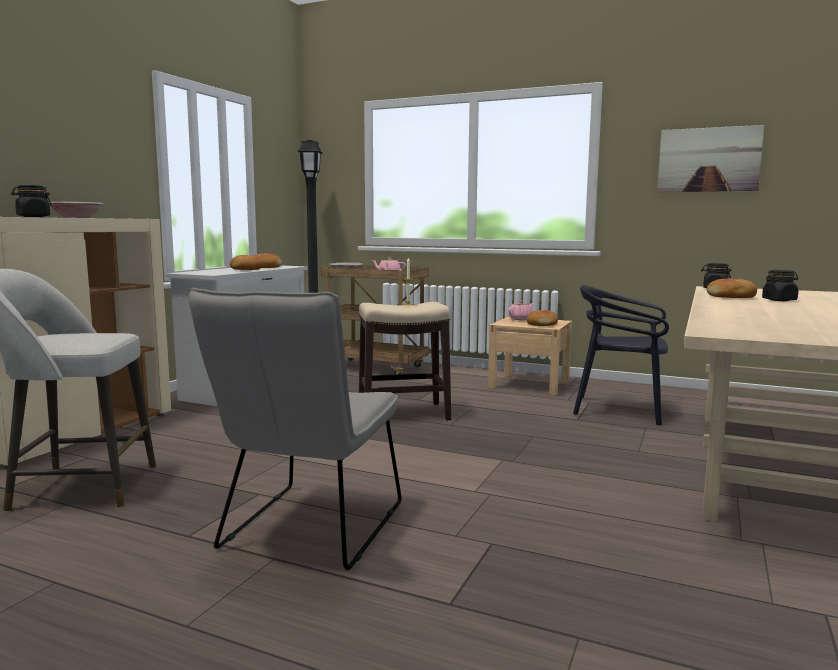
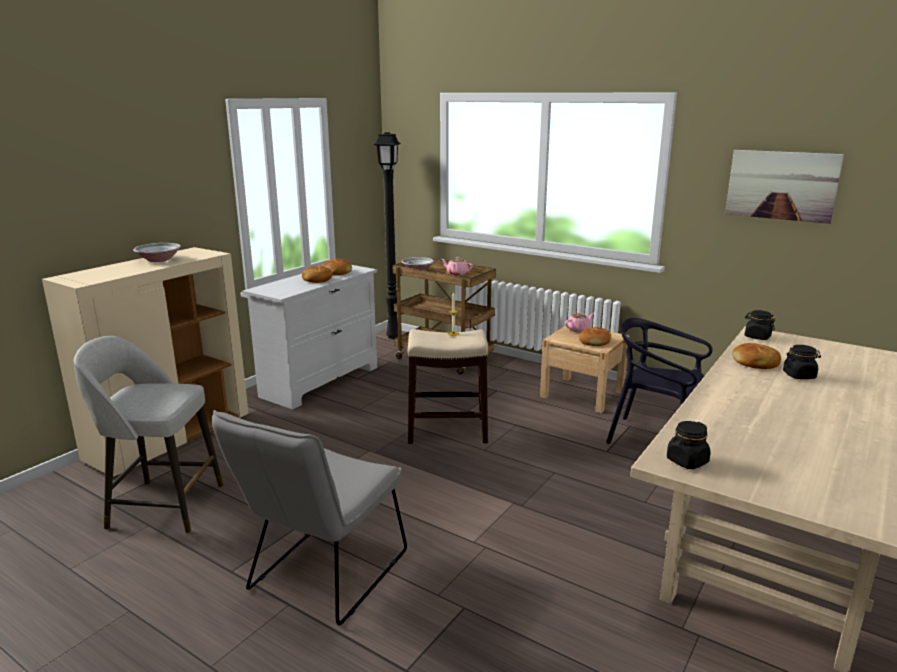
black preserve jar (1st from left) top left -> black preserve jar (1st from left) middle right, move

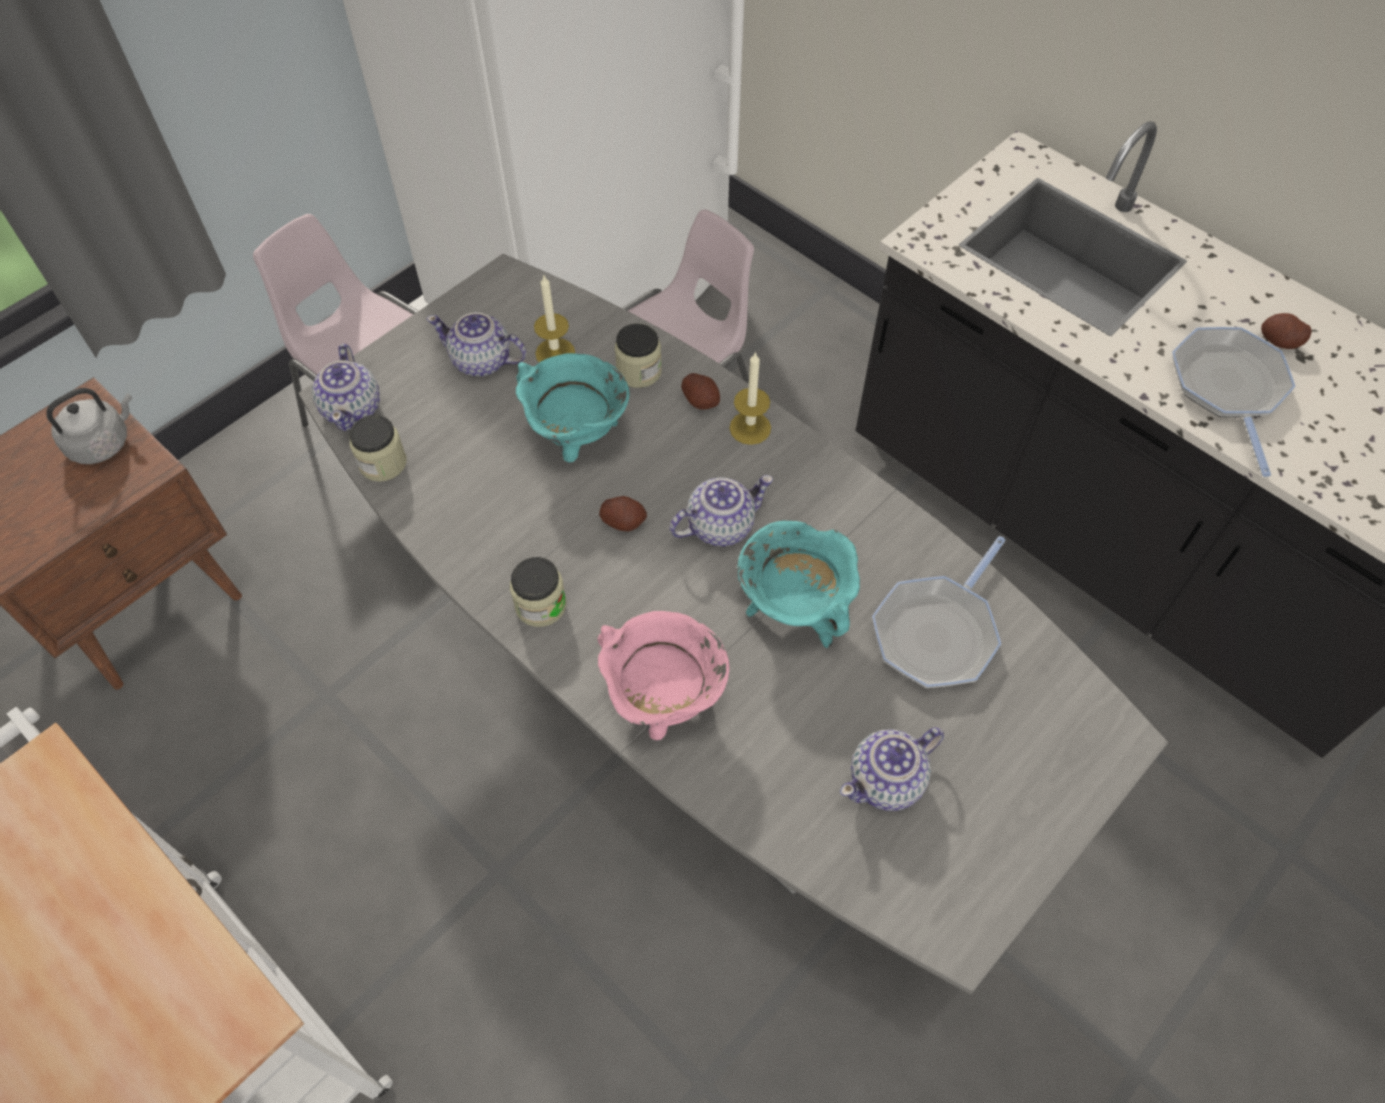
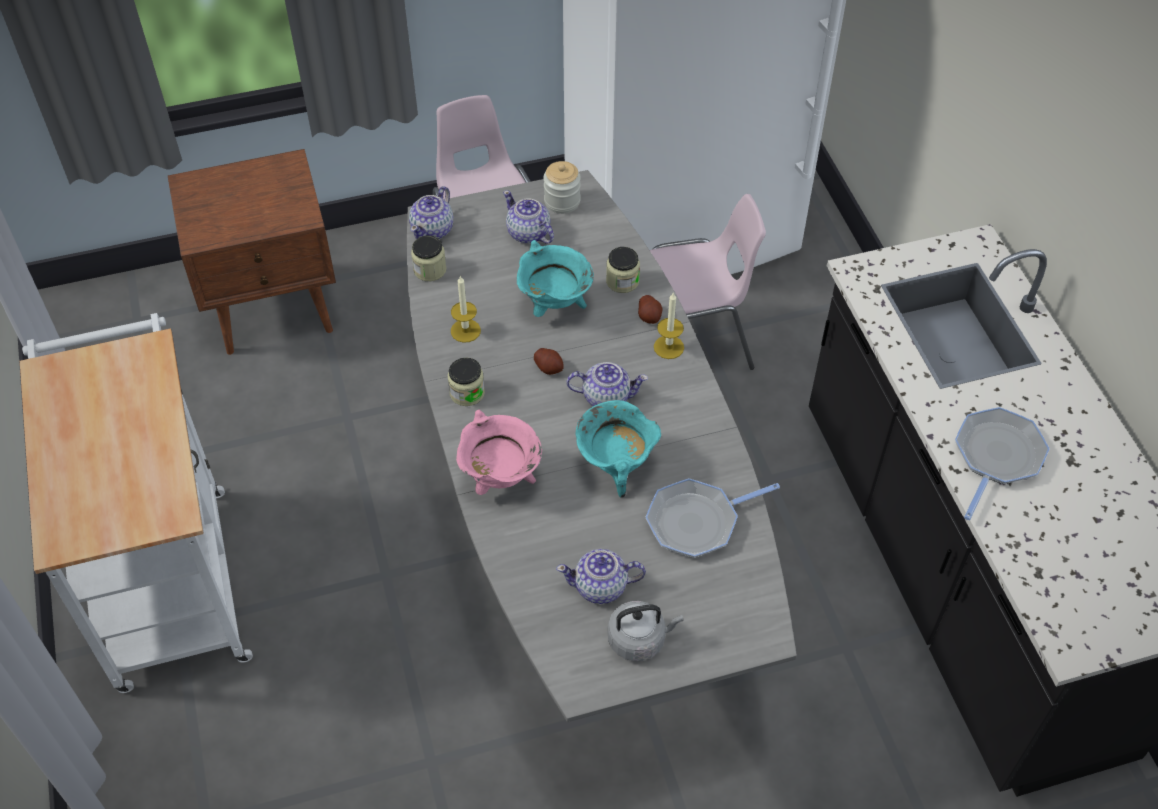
candle (1st from left) top centre -> candle (1st from left) centre, move
spud (3rd from left) top right -> none
gray kettle middle left -> gray kettle bottom centre, move
none -> preserve jar (3rd from left) top centre

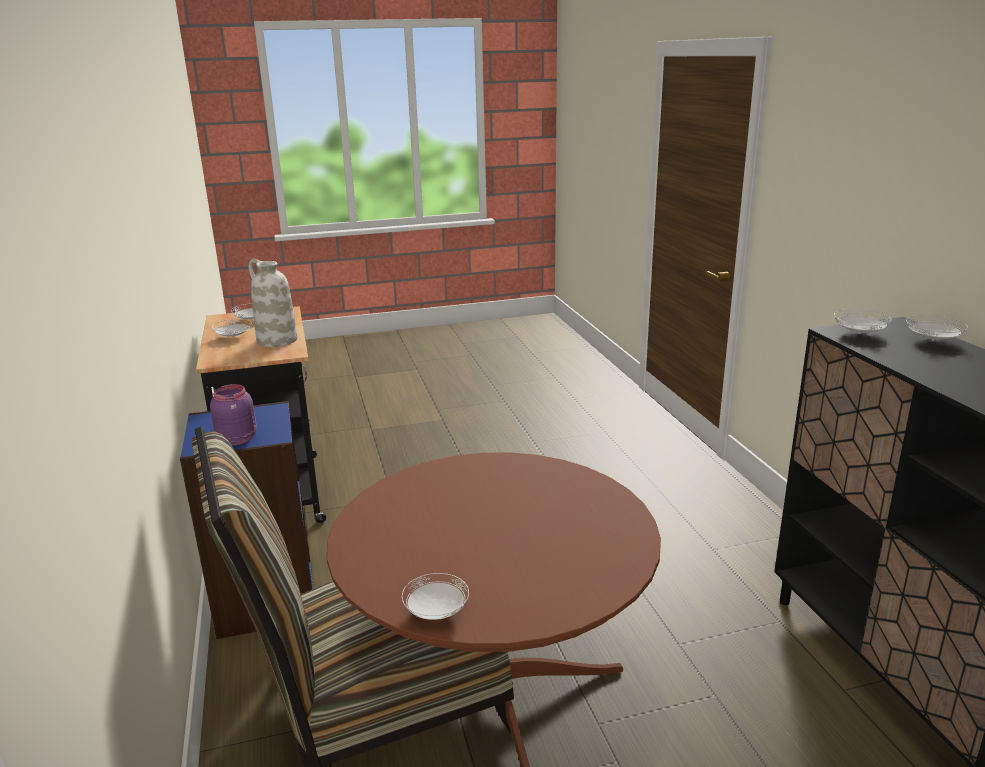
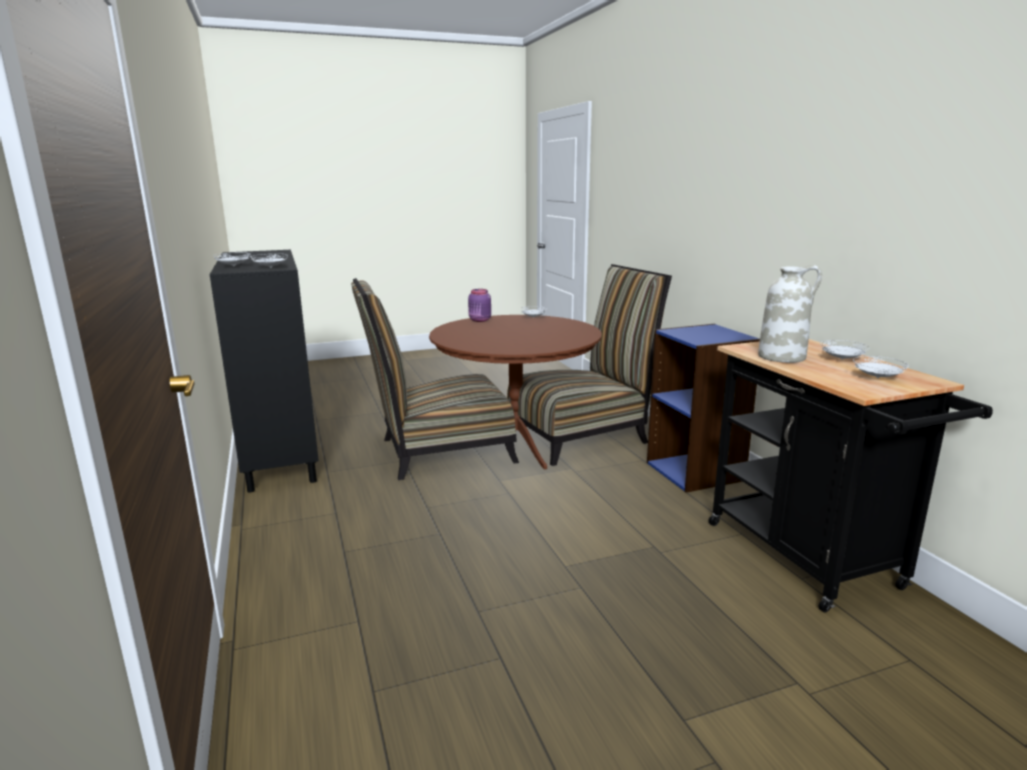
purple preserve jar middle left -> purple preserve jar centre, move
none -> plain chair (1st from left) centre

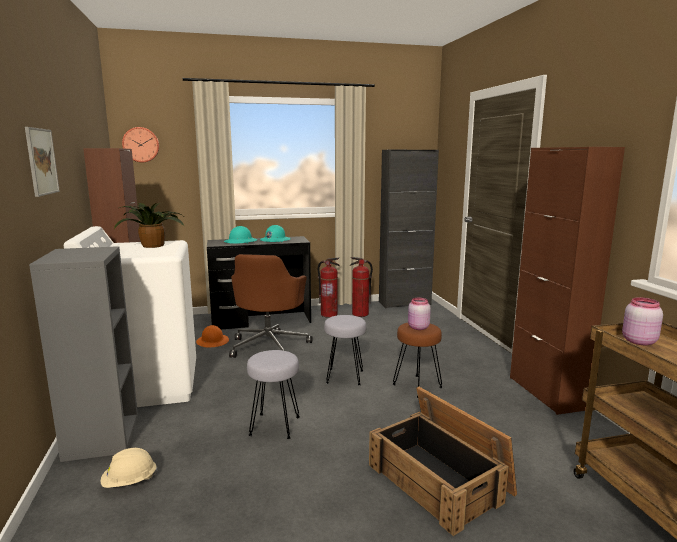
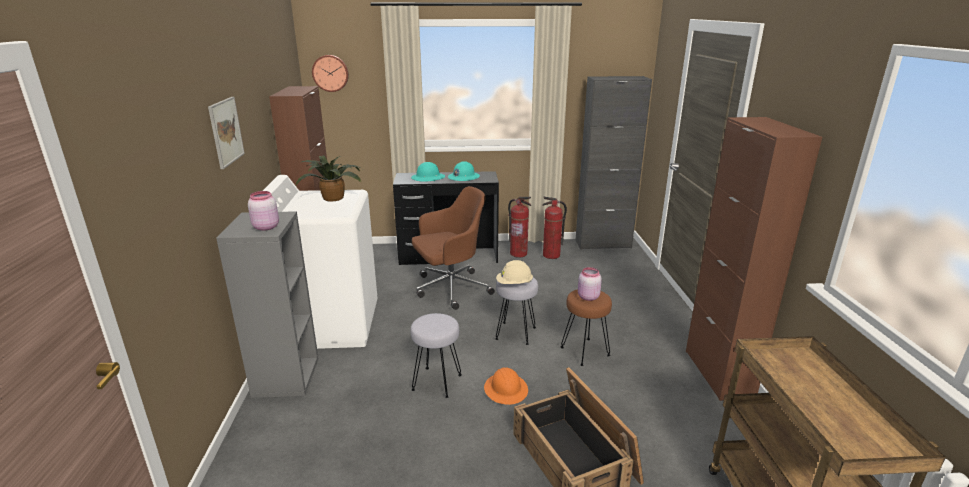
brown desk chair centre, 135 degrees counterclockwise
pink preserve jar (2nd from left in the first image) middle right -> pink preserve jar (1st from left) middle left, move
orange-coloured safety helmet middle left -> orange-coloured safety helmet bottom centre, move
beige-coloured safety helmet bottom left -> beige-coloured safety helmet centre, move

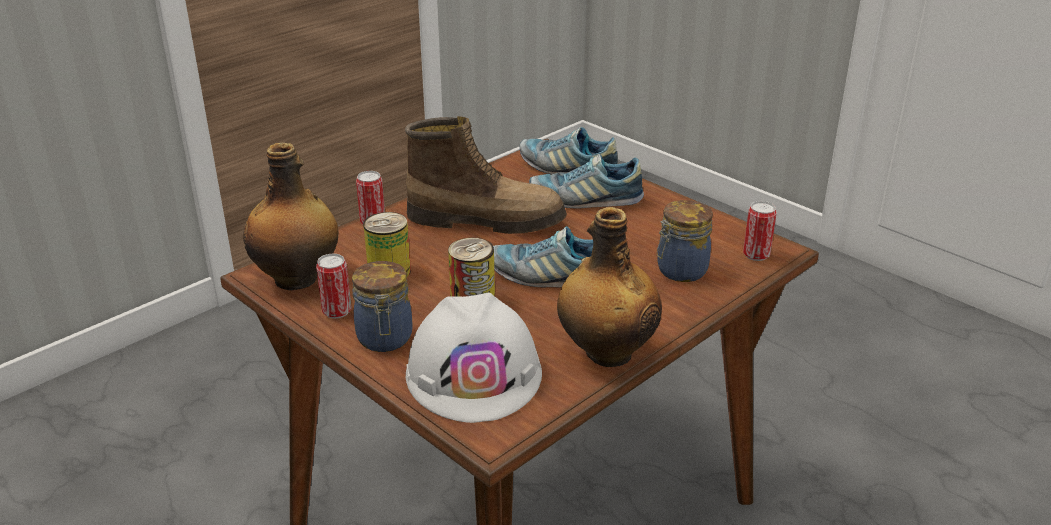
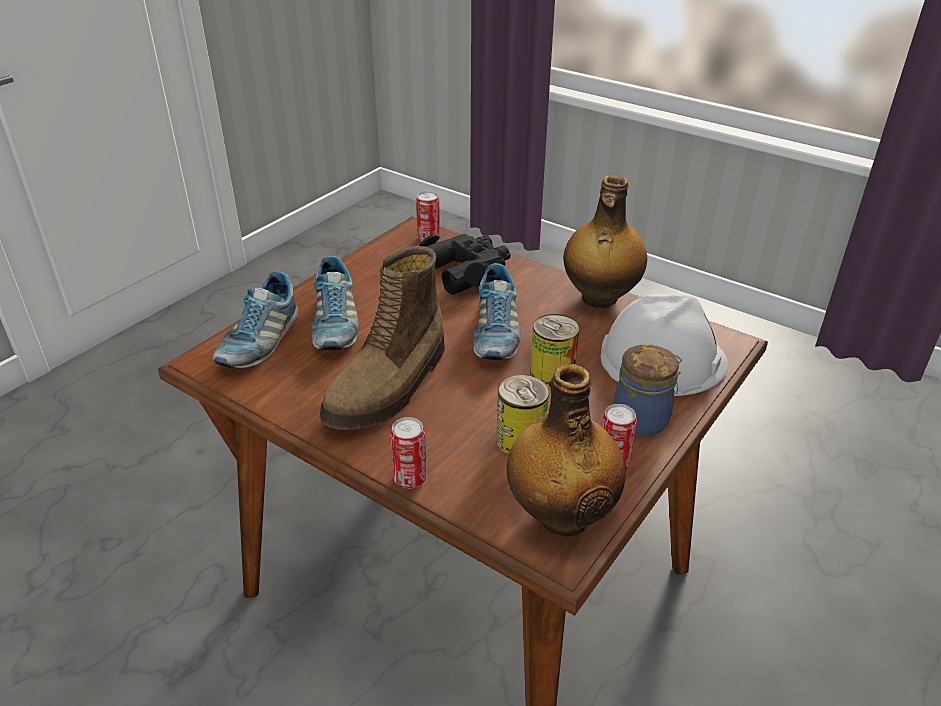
boot centre, 150 degrees counterclockwise
preserve jar (2nd from left) centre -> black pair of binoculars centre

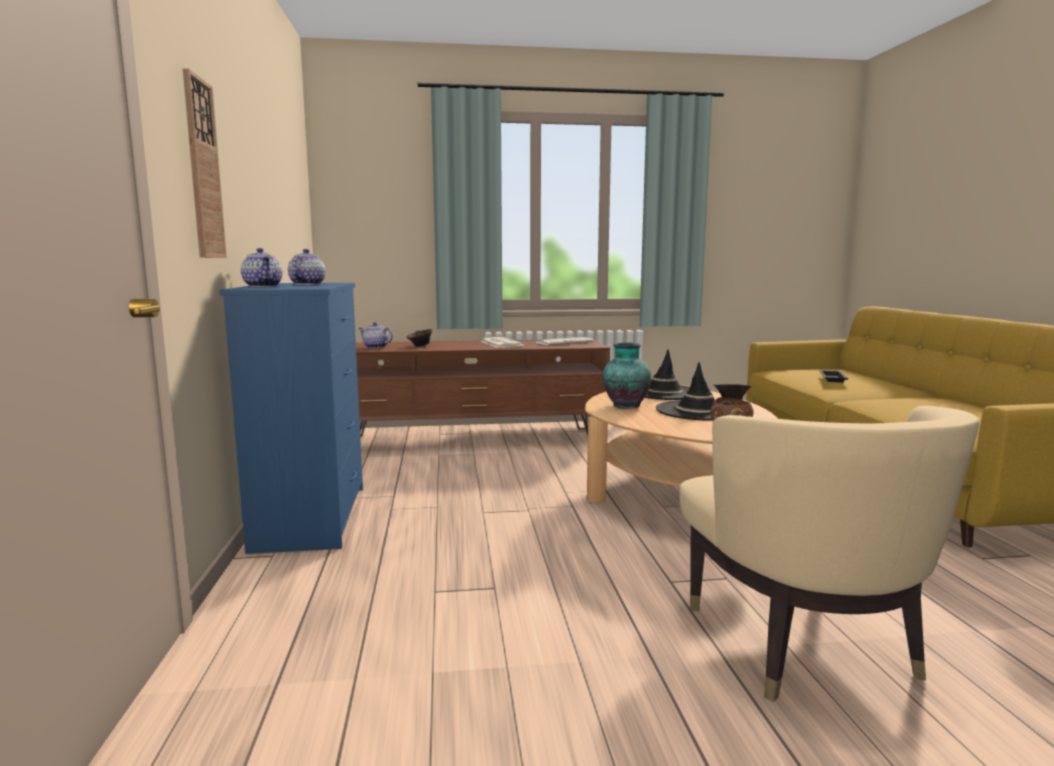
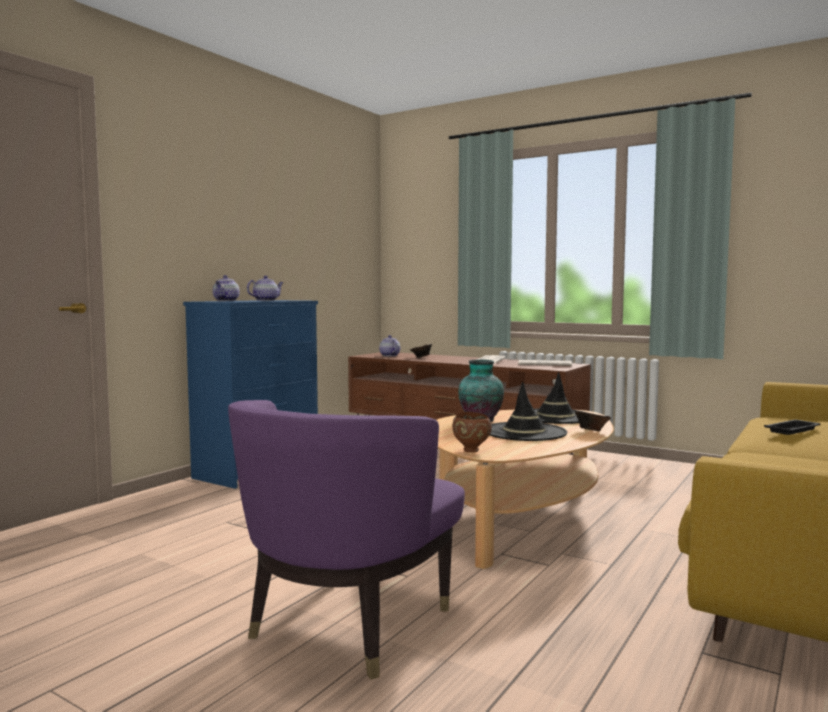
clock on the wall top left -> none
beige-coloured easy chair bottom right -> purple easy chair bottom centre

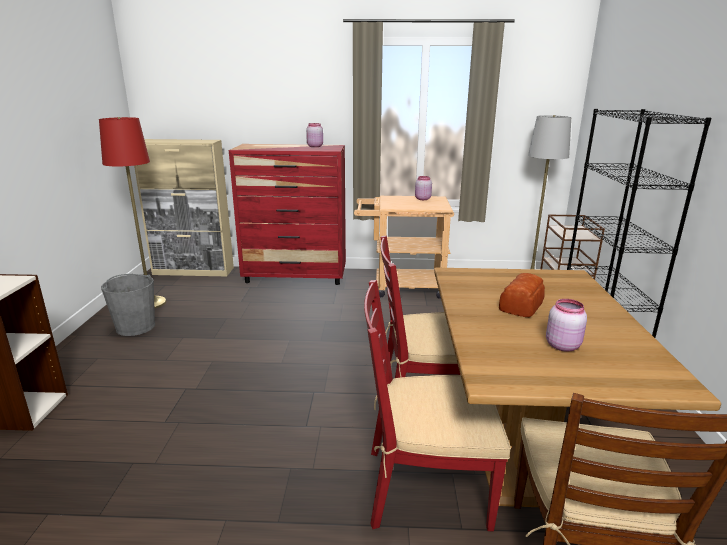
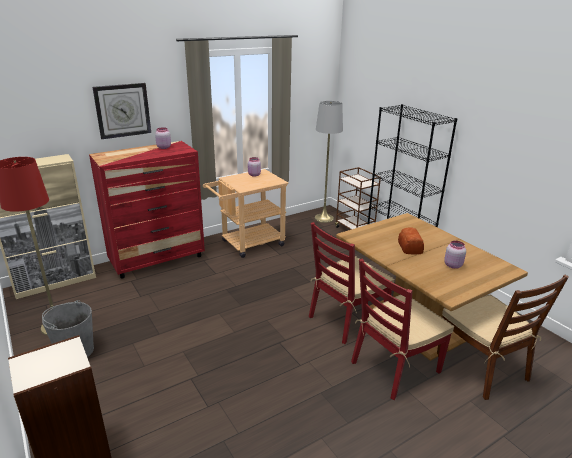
none -> clock on the wall top left

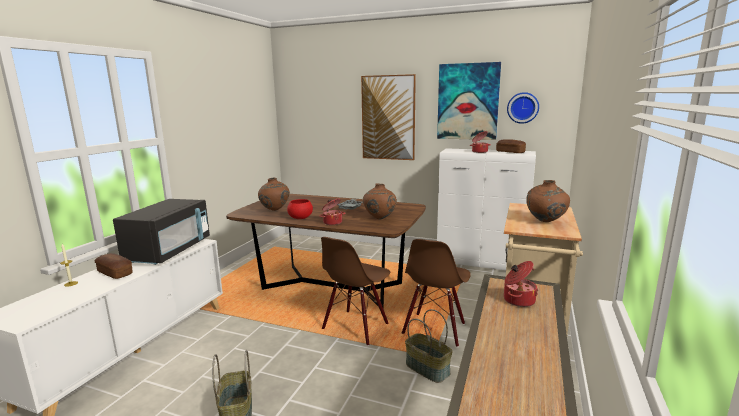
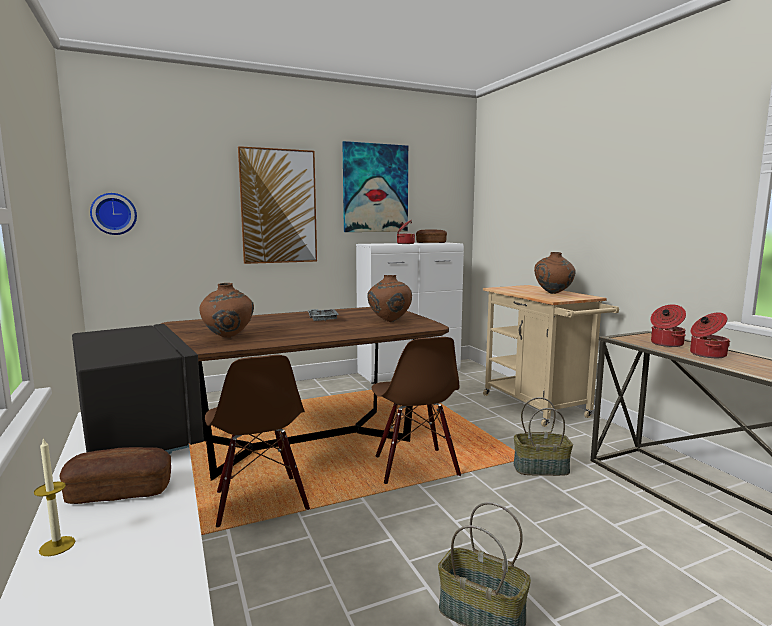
clock on the wall top right -> clock on the wall middle left, move
red-coloured deep dish centre -> none
cooking pot (1st from left in the first image) centre -> cooking pot (3rd from left) middle right, move
brown plain chair (2nd from left in the first image) bottom centre -> brown plain chair (1st from left) bottom left, move

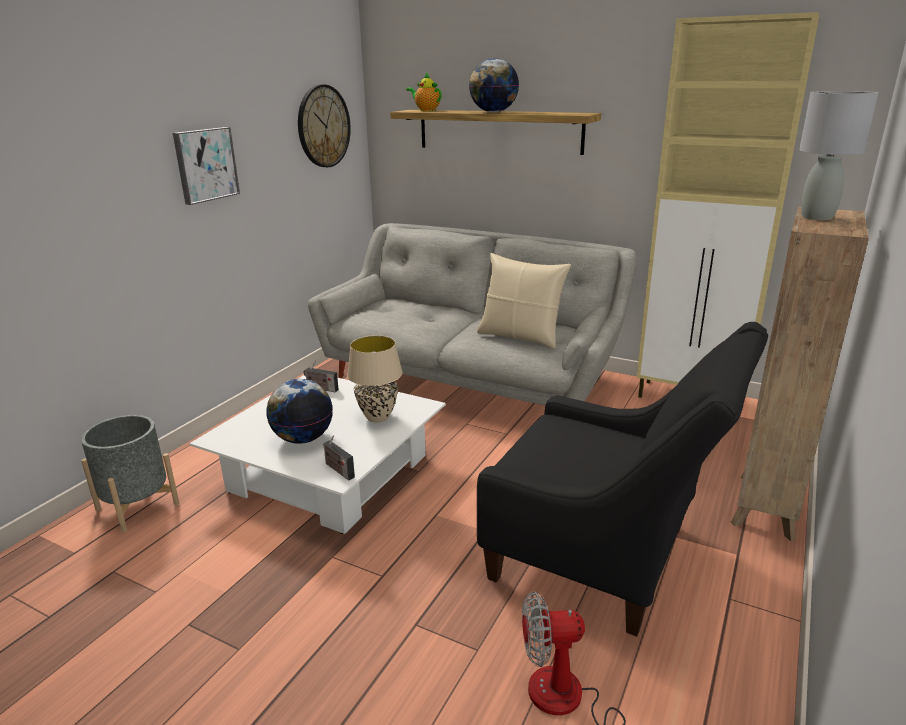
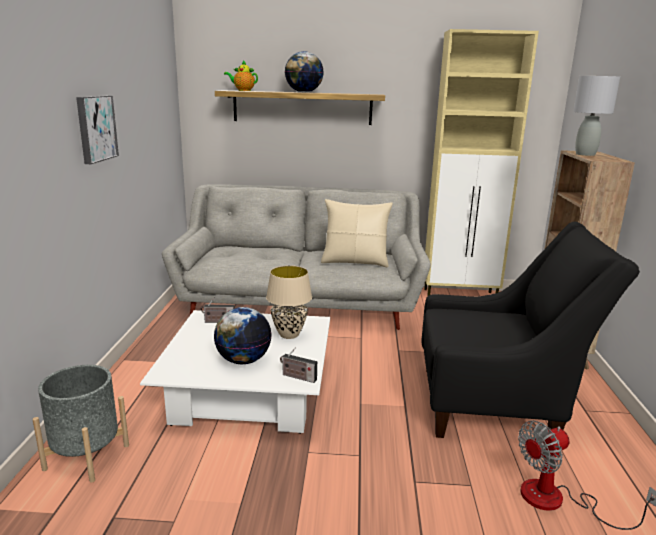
clock on the wall top centre -> none

